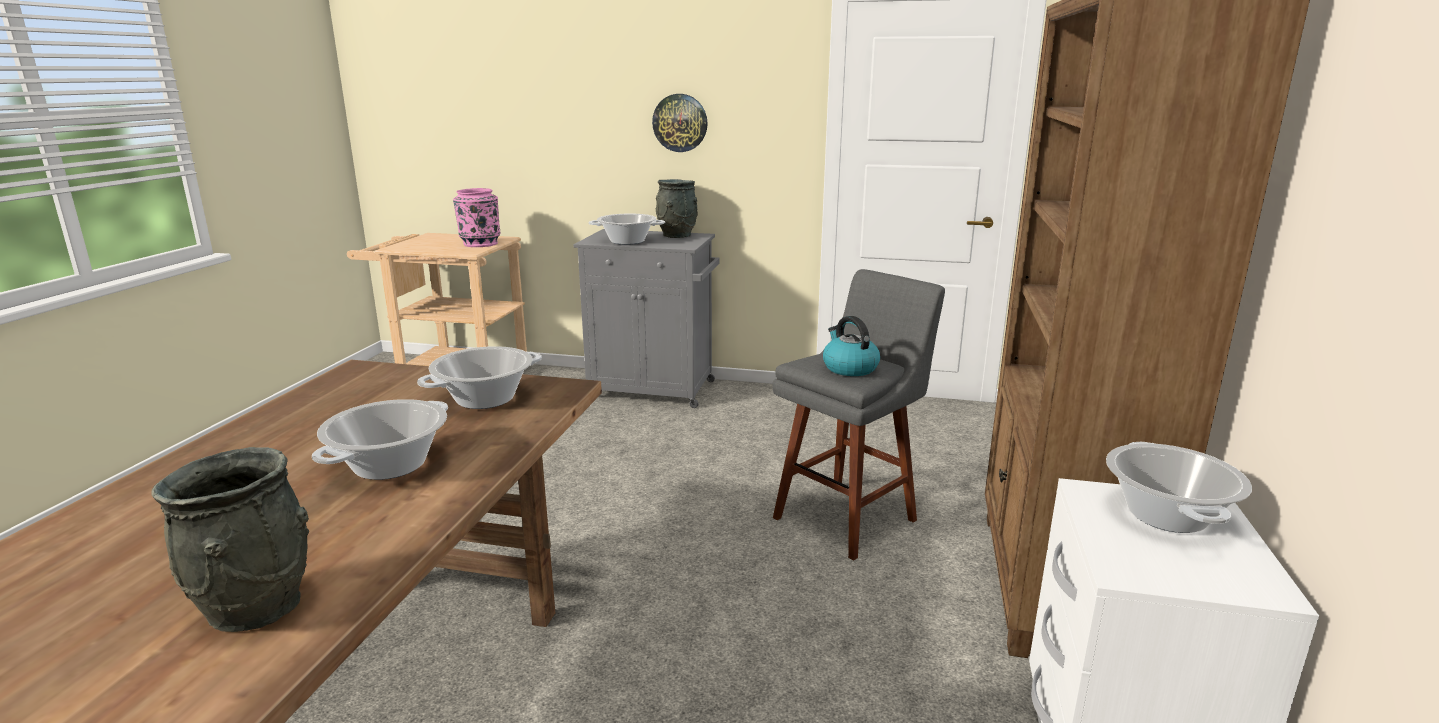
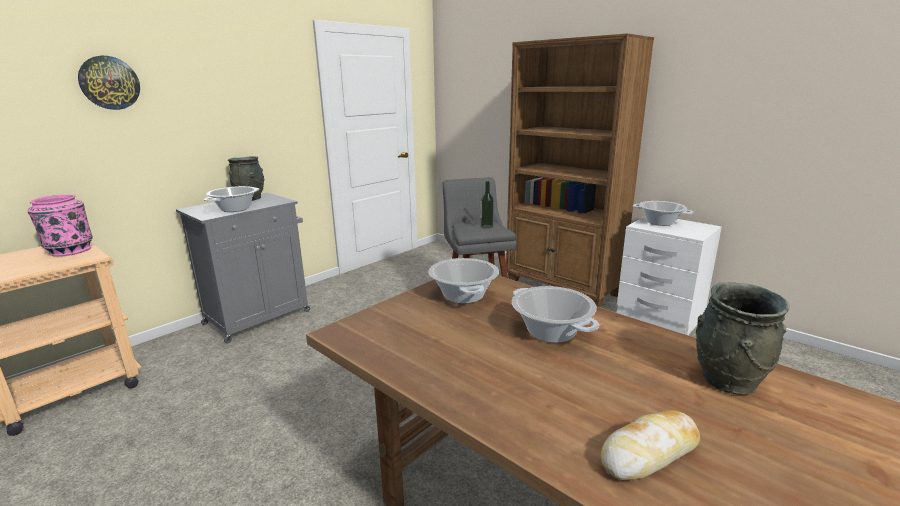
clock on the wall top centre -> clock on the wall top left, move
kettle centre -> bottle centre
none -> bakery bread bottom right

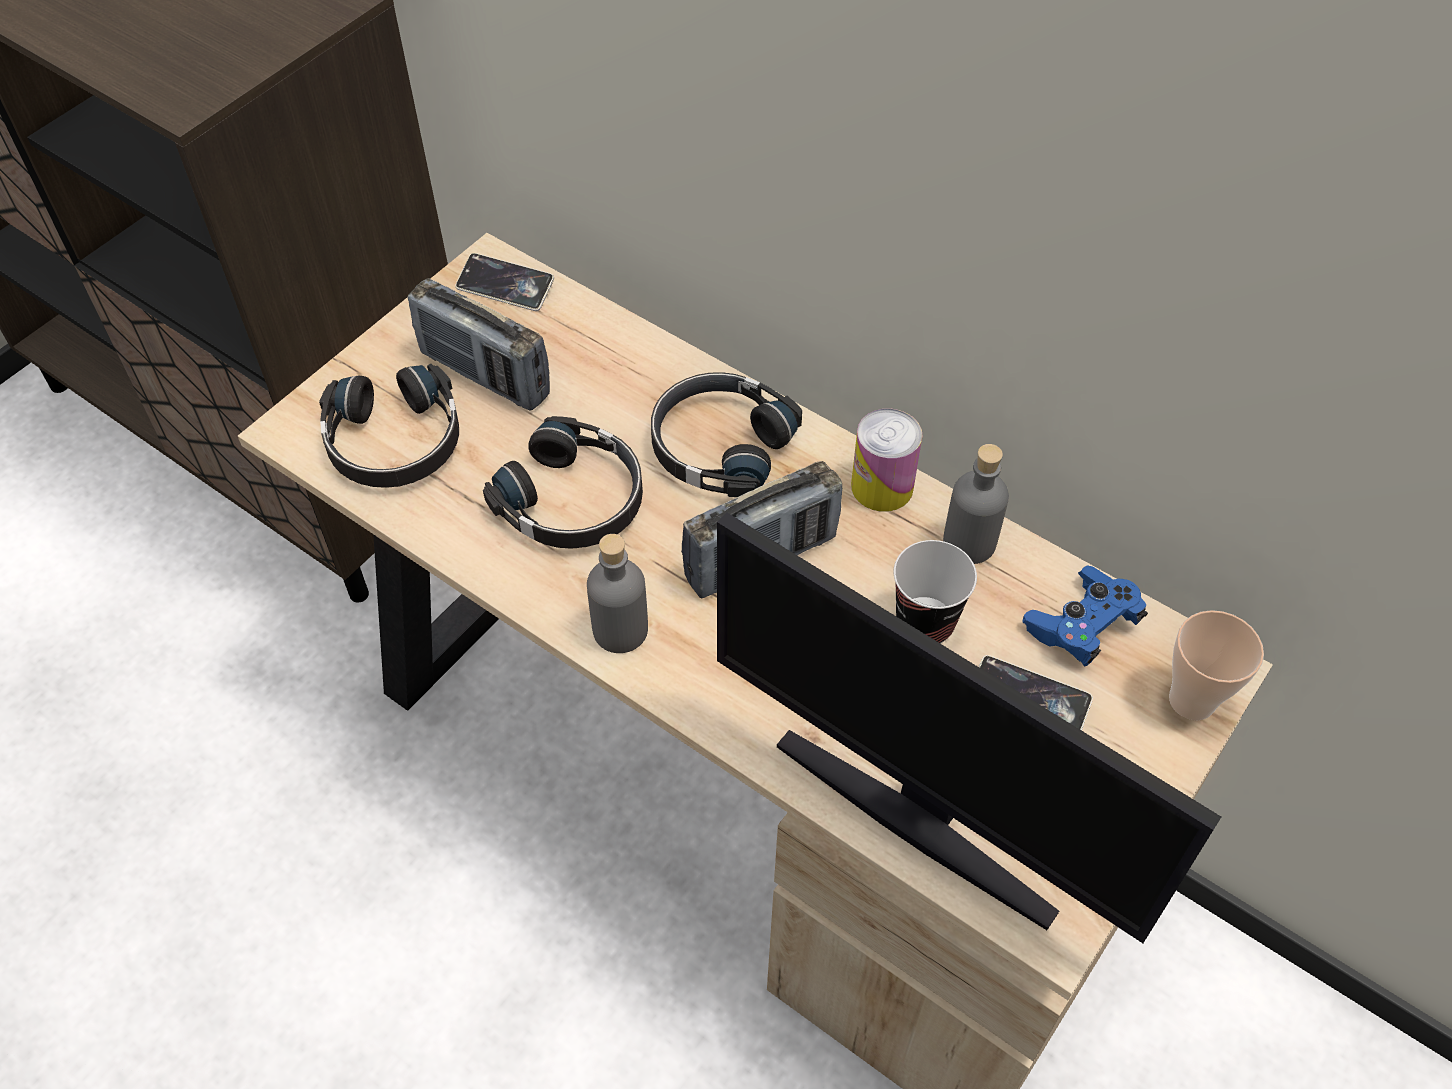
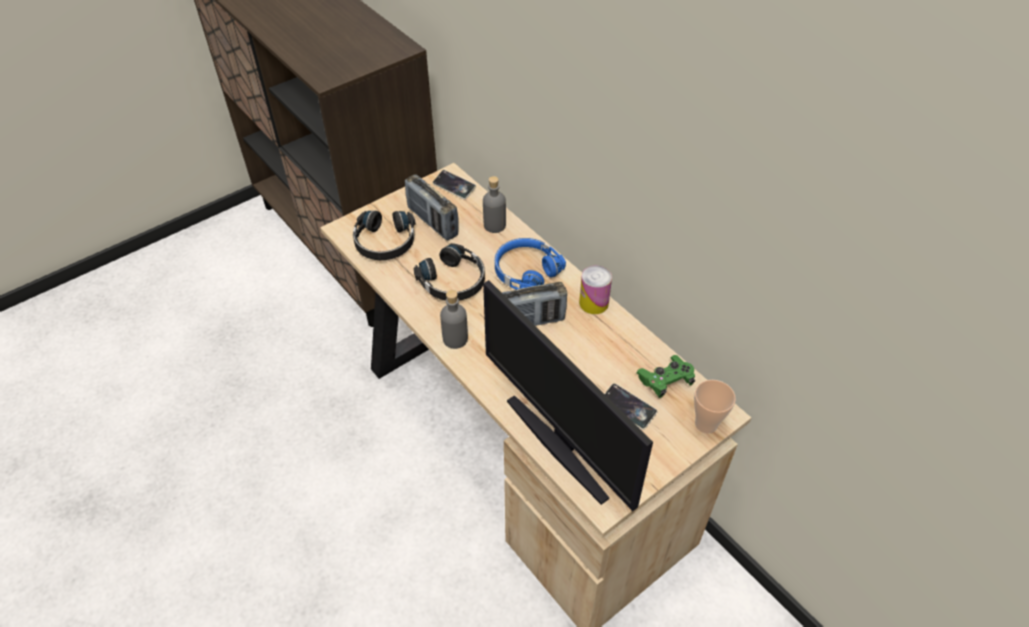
black headset (3rd from left) centre -> blue-coloured headset centre
gray bottle (2nd from left) middle right -> gray bottle (2nd from left) top centre, move
cup (1st from left) centre -> none
blue-coloured game controller middle right -> green-coloured game controller centre

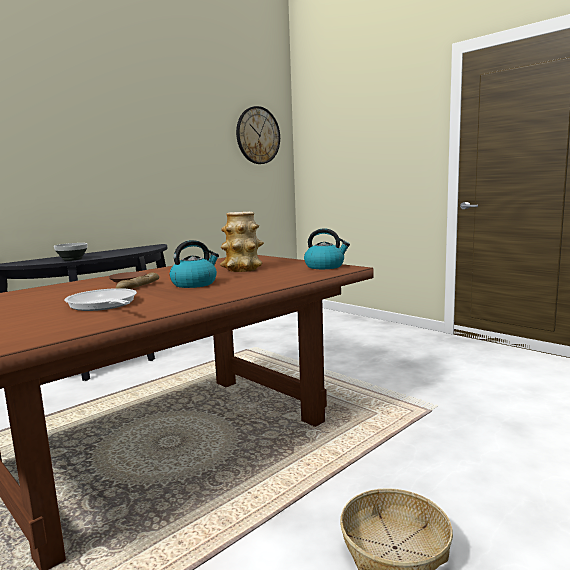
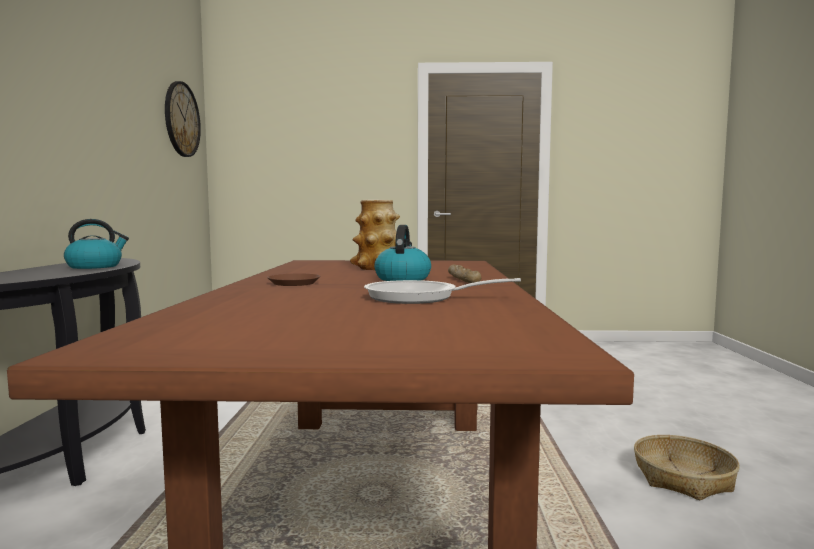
kettle (2nd from left in the first image) centre -> kettle (1st from left) middle left, move
deep dish middle left -> none
bakery bread middle left -> bakery bread centre, move

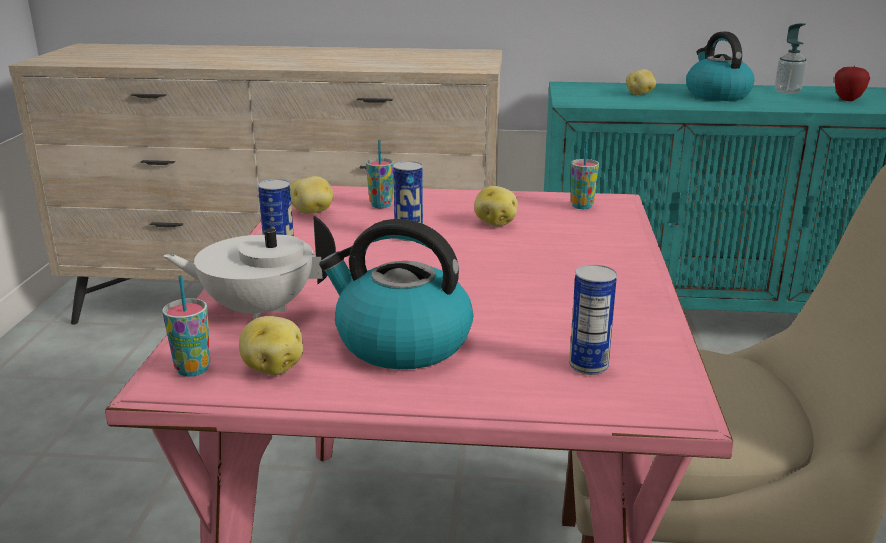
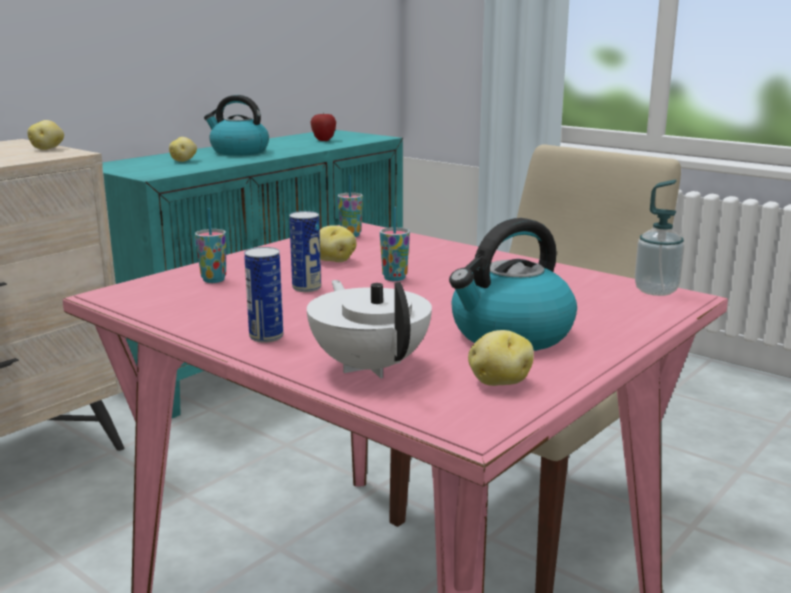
liquid soap bottle top right -> liquid soap bottle middle right, move
spud (2nd from left in the first image) centre -> spud (1st from left) top left, move
white teapot middle left -> white teapot centre, 120 degrees clockwise
metal can (3rd from left) middle right -> none
cup (1st from left in the first image) middle left -> cup (3rd from left) centre, move

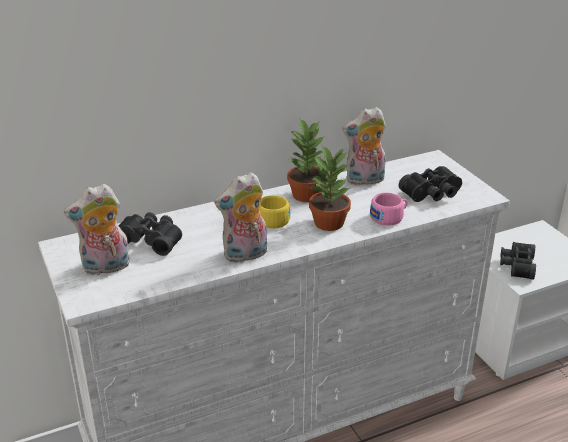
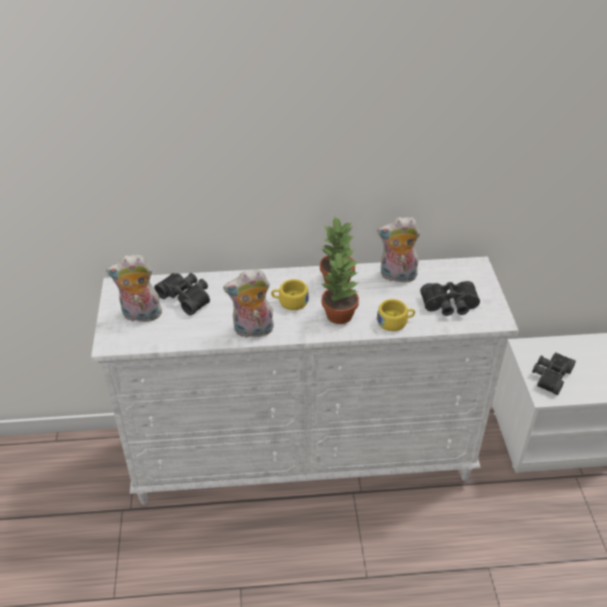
pink cup middle right -> yellowish cup (2nd from left) centre

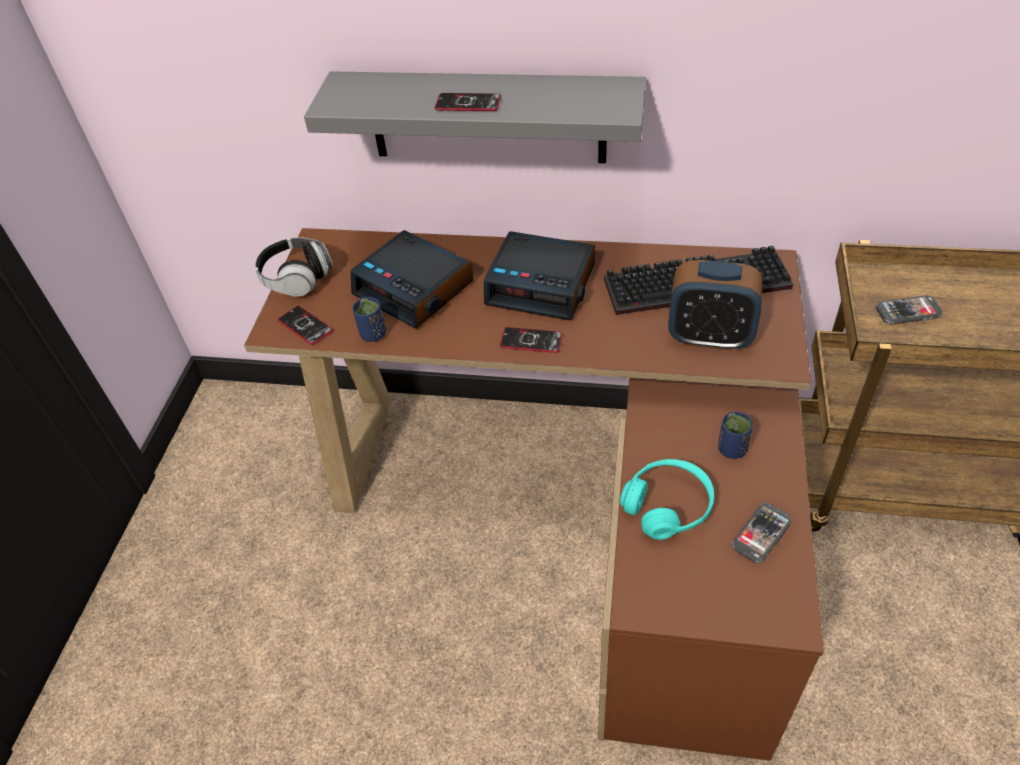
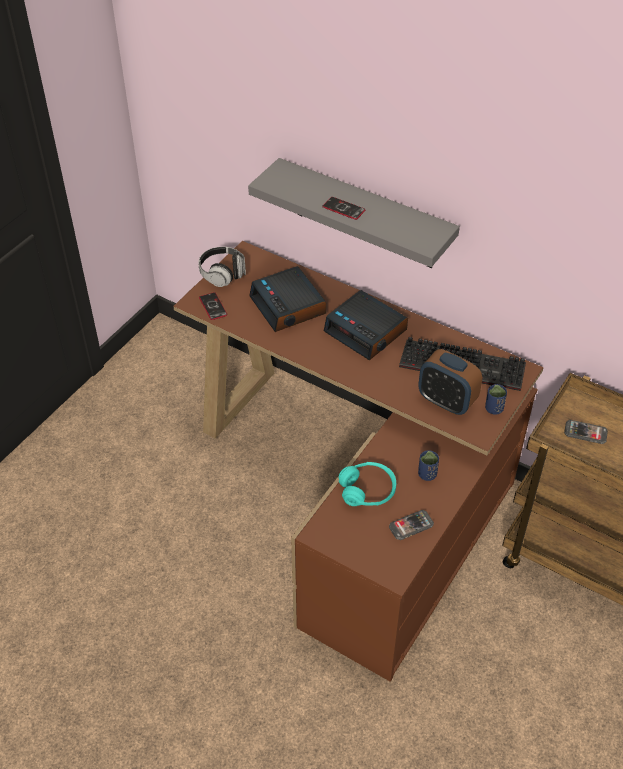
blue-coloured cup (1st from left in the first image) centre -> blue-coloured cup (2nd from left) middle right, move
handset (3rd from left) centre -> none

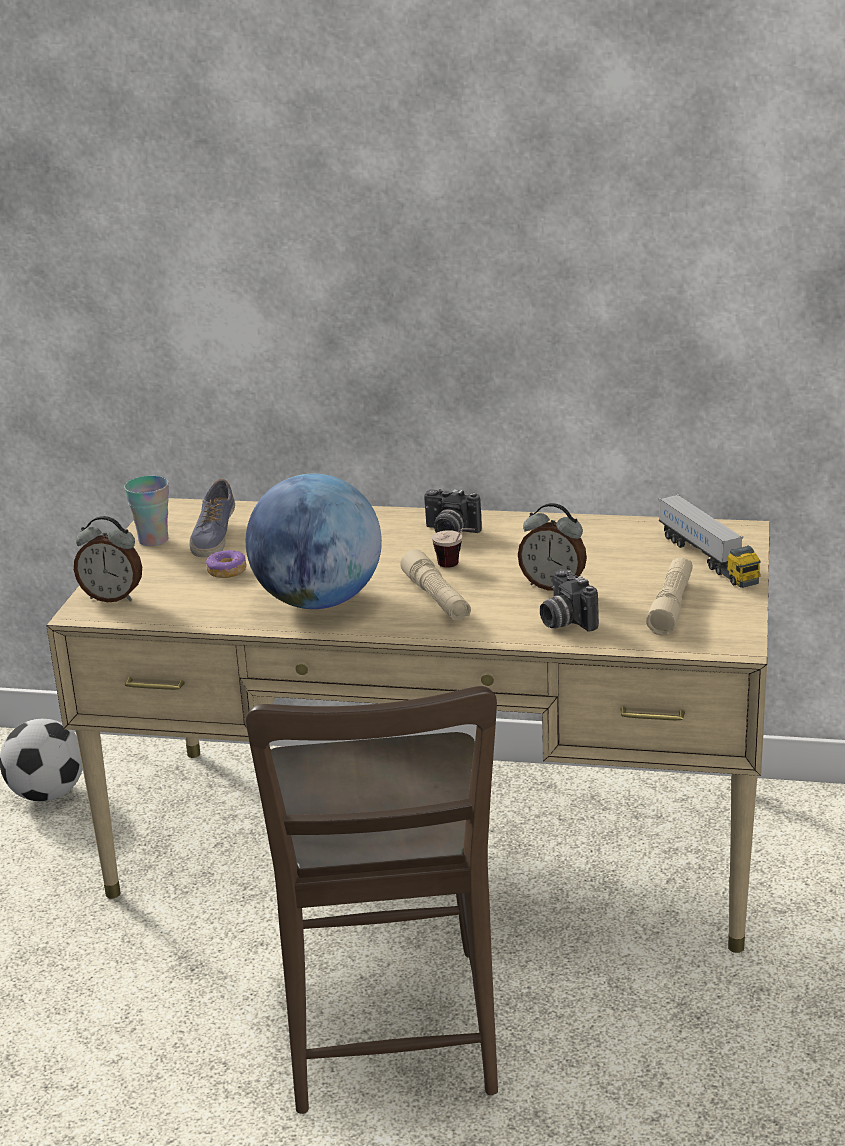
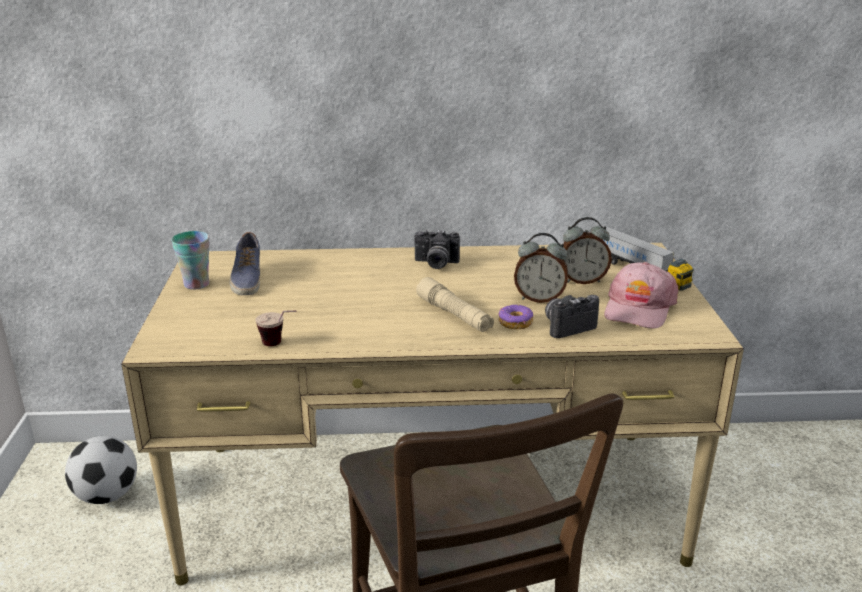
world globe centre -> none
alarm clock (1st from left in the first image) middle left -> alarm clock (2nd from left) middle right, move
cup (2nd from left) centre -> cup (2nd from left) middle left, move
doughnut middle left -> doughnut centre, move
beige-coloured flashlight (2nd from left) middle right -> pink cap middle right
photo camera (2nd from left) middle right -> photo camera (2nd from left) centre, 105 degrees clockwise

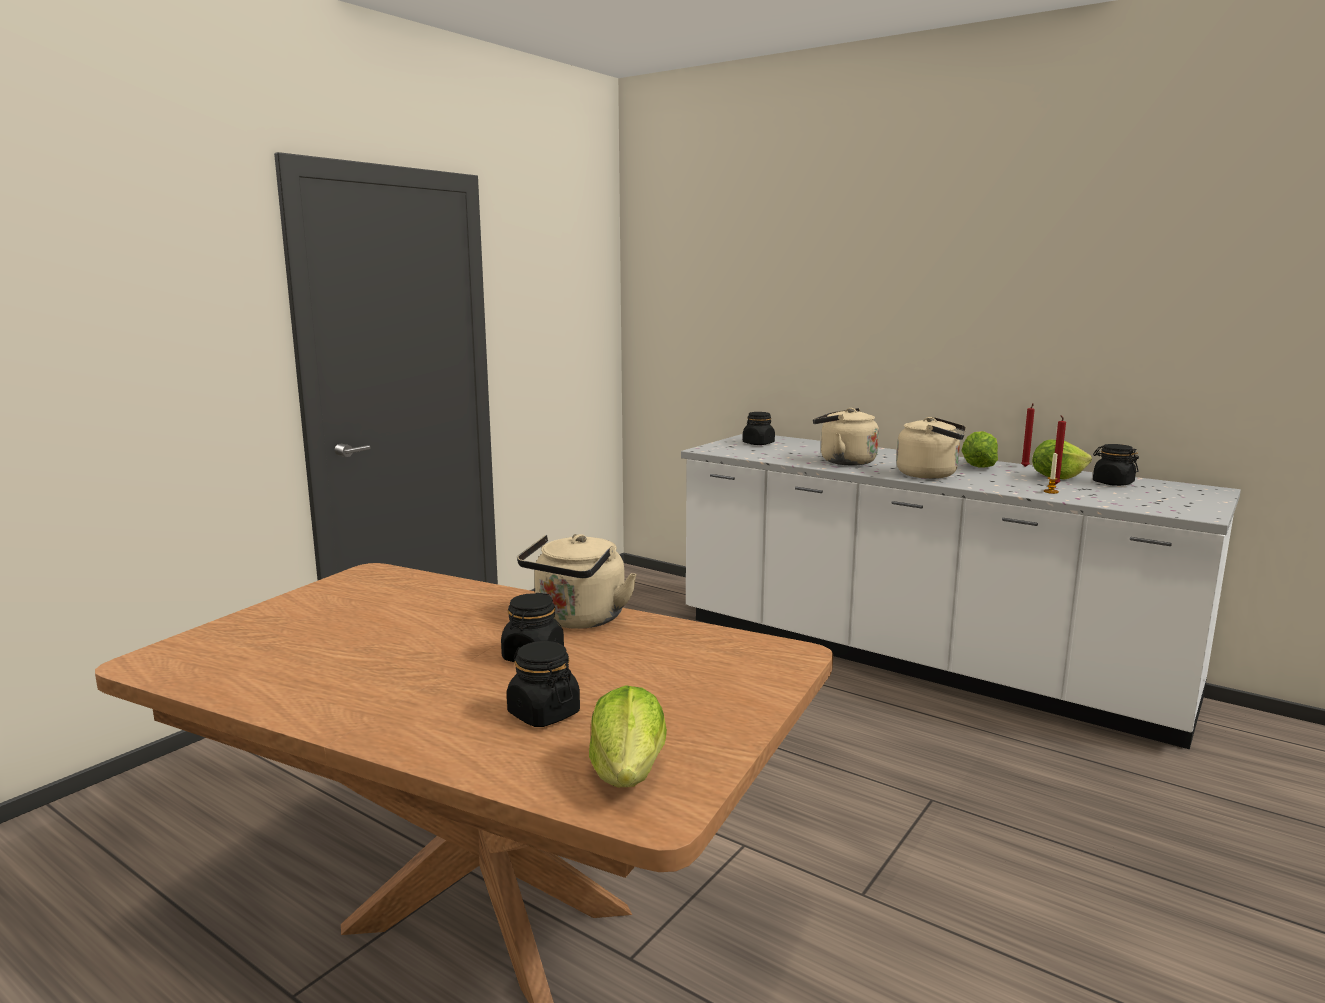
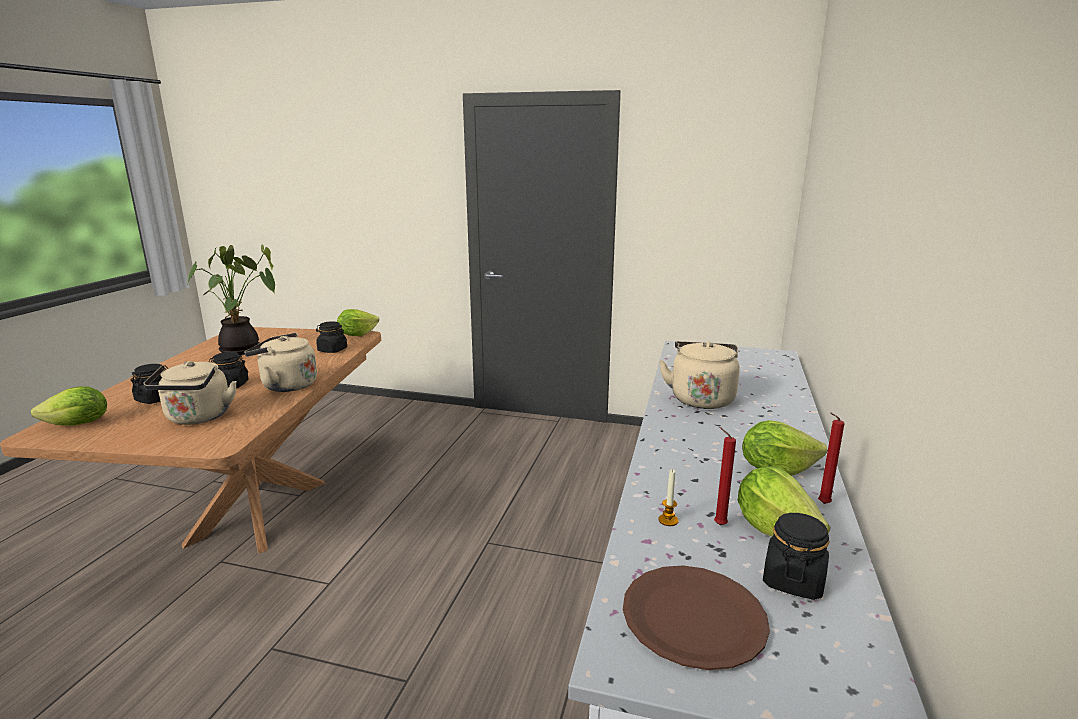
black preserve jar (3rd from left) centre -> black preserve jar (3rd from left) middle left, move
beige-coloured kettle (3rd from left in the first image) middle right -> beige-coloured kettle (1st from left) middle left, move
none -> houseplant middle left
none -> lettuce (2nd from left) middle left
none -> brown plate bottom centre

